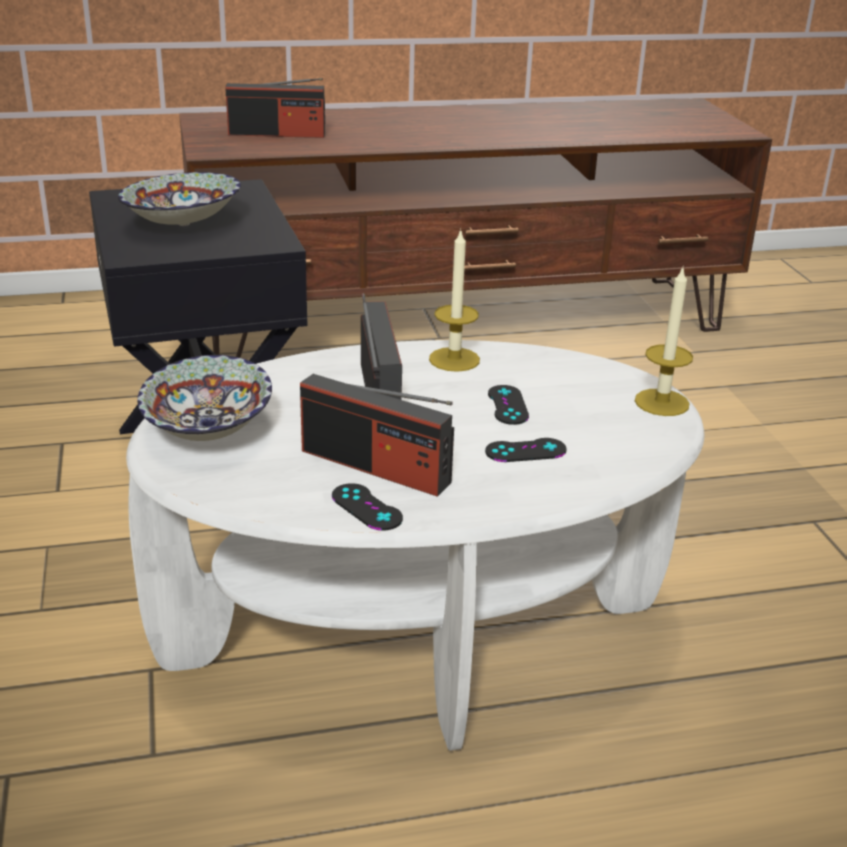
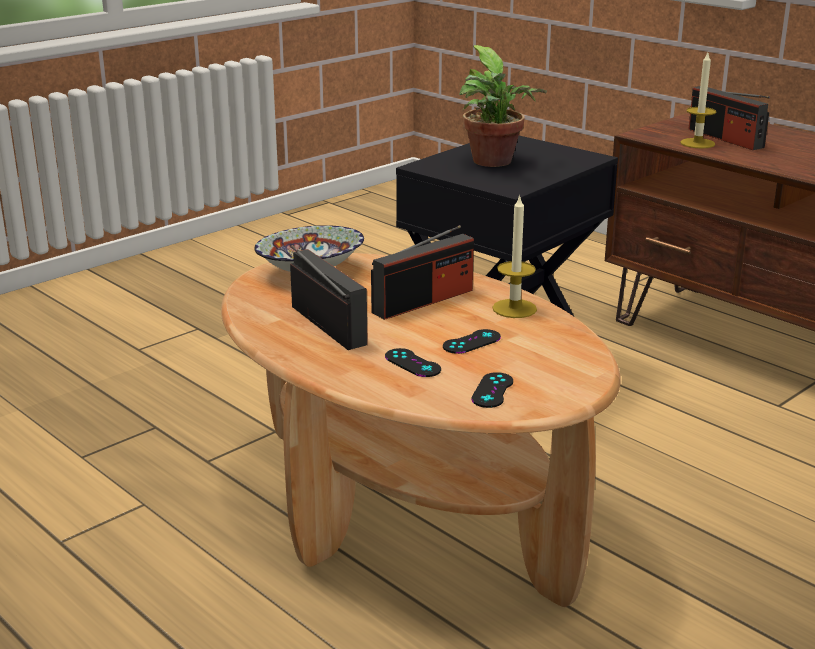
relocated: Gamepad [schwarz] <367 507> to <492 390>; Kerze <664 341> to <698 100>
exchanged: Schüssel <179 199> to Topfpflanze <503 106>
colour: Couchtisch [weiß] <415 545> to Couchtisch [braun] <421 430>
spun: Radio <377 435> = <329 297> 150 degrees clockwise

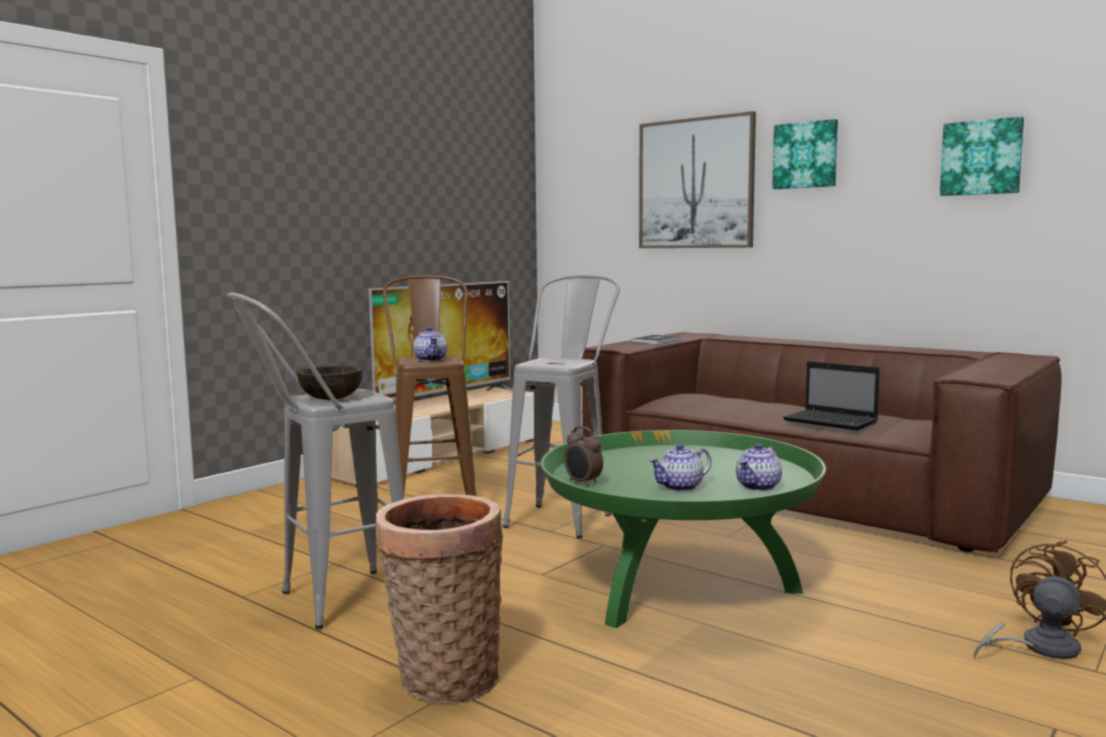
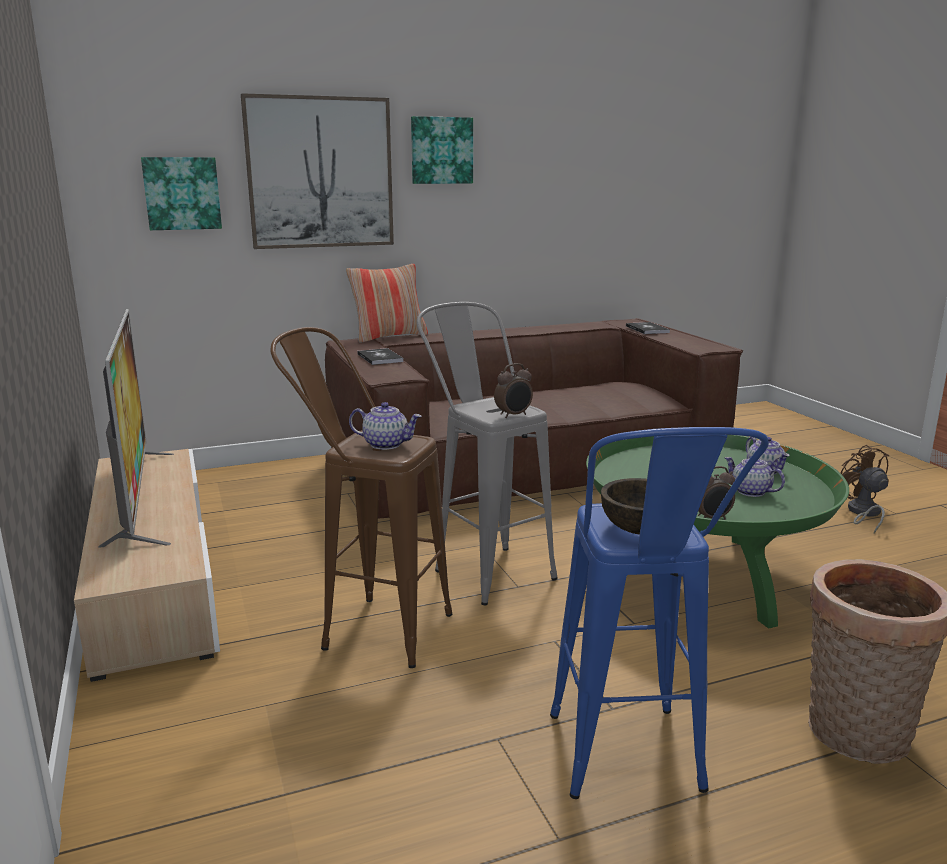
missing: Laptop <831 395>
appeared: Kissen <387 303>; Wecker <513 390>; Buch <648 328>
relocated: Bild <982 156> to <181 193>
colour: Hocker [grau] <315 460> to Hocker [blau] <659 613>
spun: Teekanne <680 467> = <755 477> 135 degrees clockwise

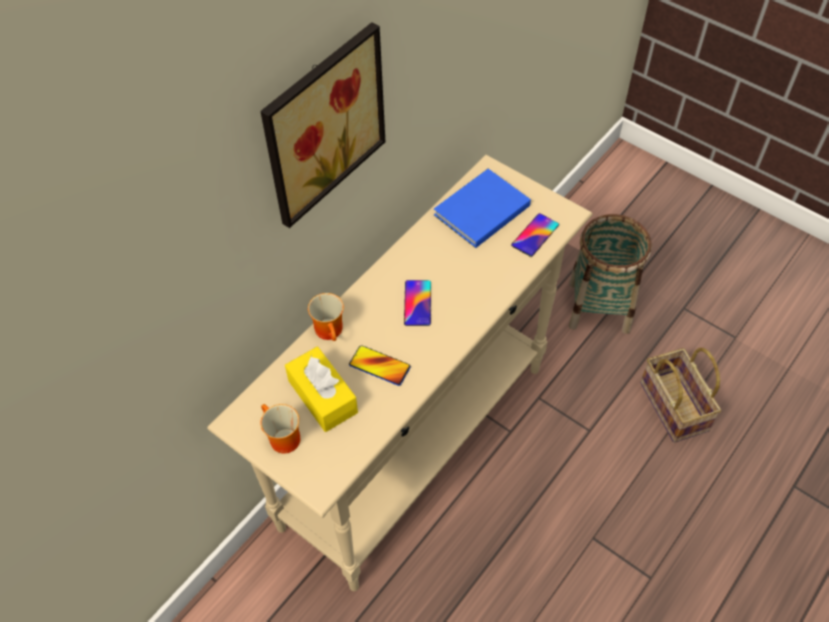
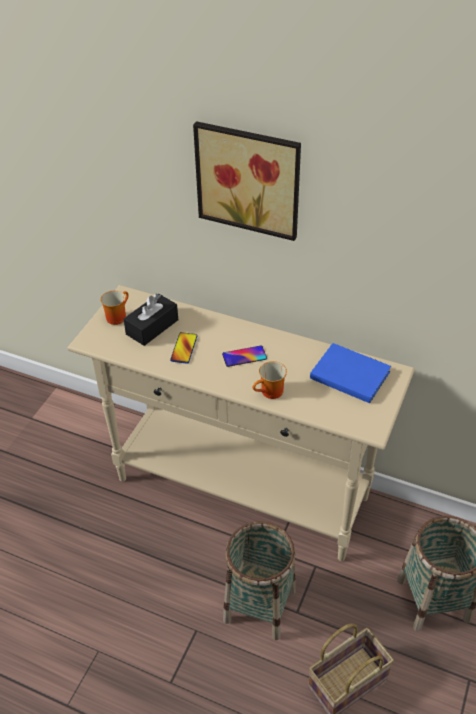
missing: Handy <535 235>
appeared: Korb <259 580>
relocated: Henkelbecher <326 317> to <270 380>
colour: Taschentuchbox [gelb] <321 389> to Taschentuchbox [schwarz] <150 319>

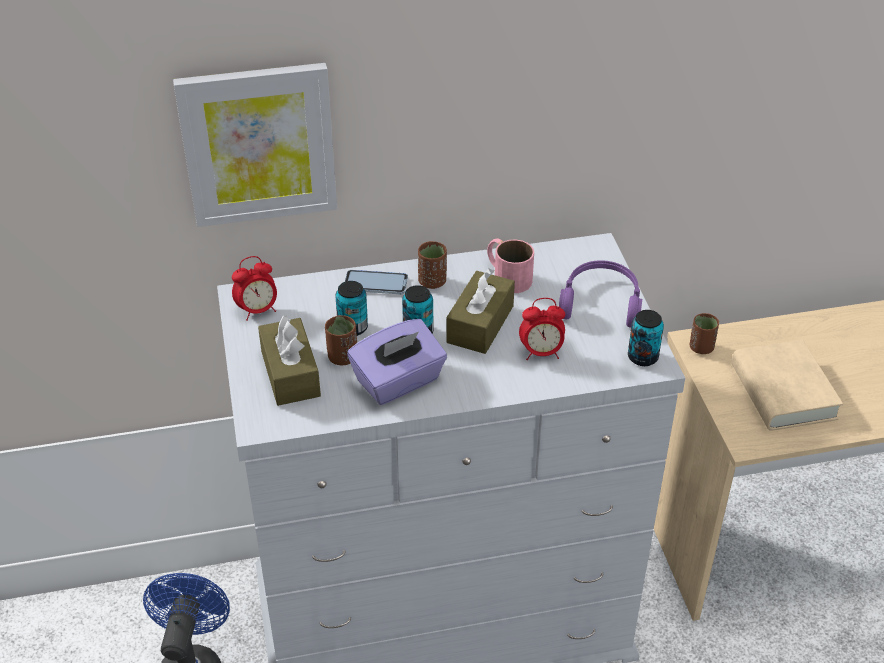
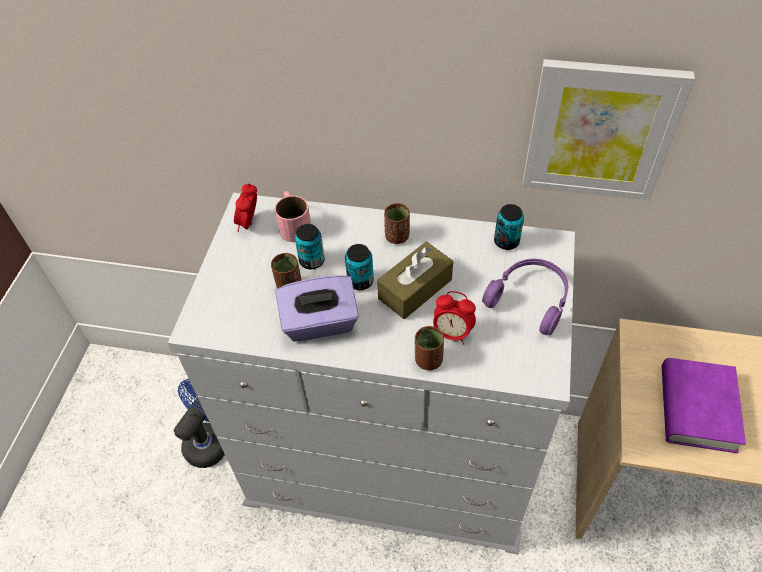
missing: Taschentuchbox [braun] <289 361>; Handy <376 282>
relocated: Bild <255 145> to <608 129>; Henkelbecher [rosa] <510 265> to <292 216>; Dose <646 338> to <509 227>; Tasse [braun] <704 333> to <429 348>
colour: Buch [beige] <787 385> to Buch [lila] <704 405>
spun: Wecker <254 288> = <245 207> 105 degrees clockwise

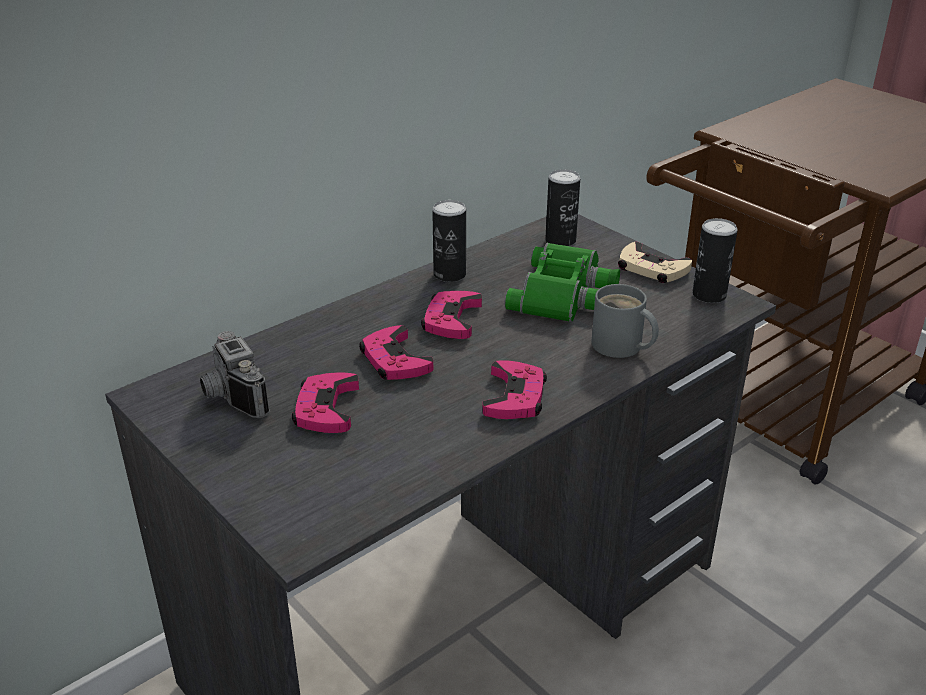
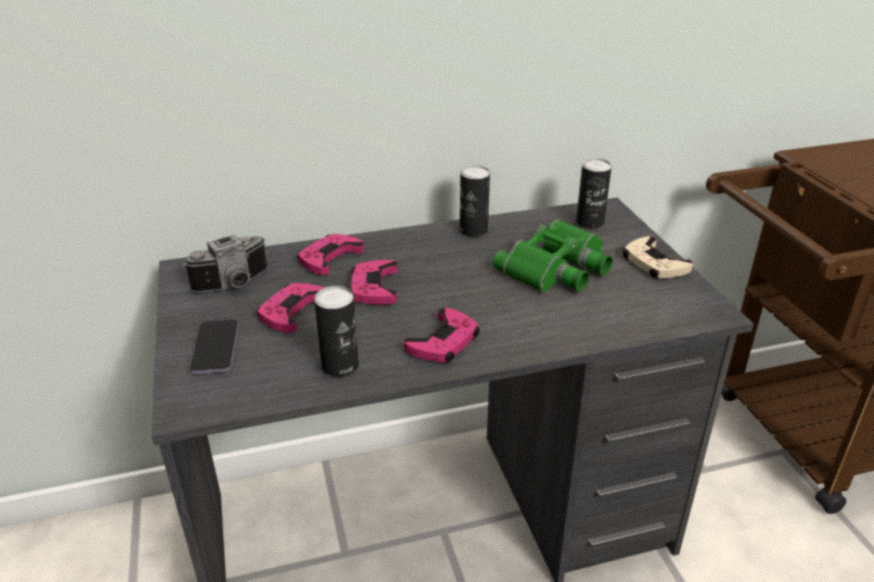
missing: Henkelbecher [grau] <625 321>
appeared: Handy <214 346>
relocated: Gamepad [rosa] <451 315> to <330 254>; Dose <715 260> to <336 331>
spun: Kamera <235 374> = <226 263> 120 degrees counterclockwise

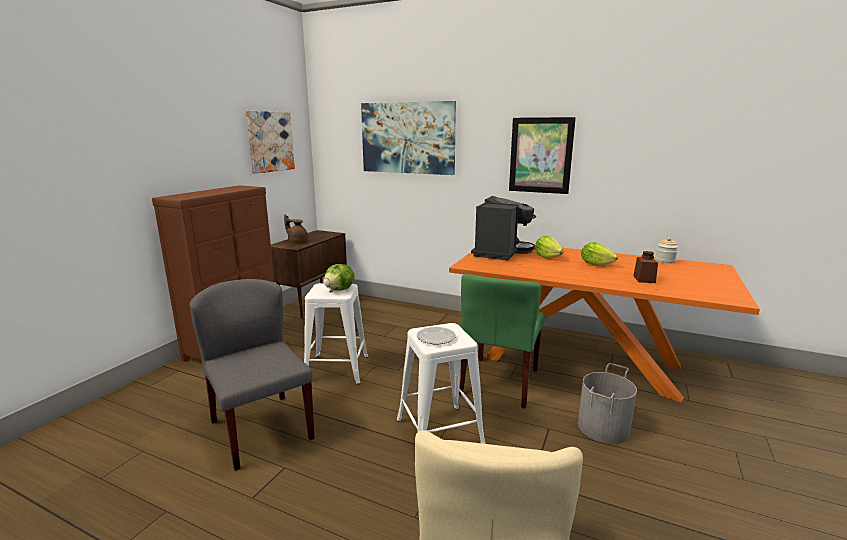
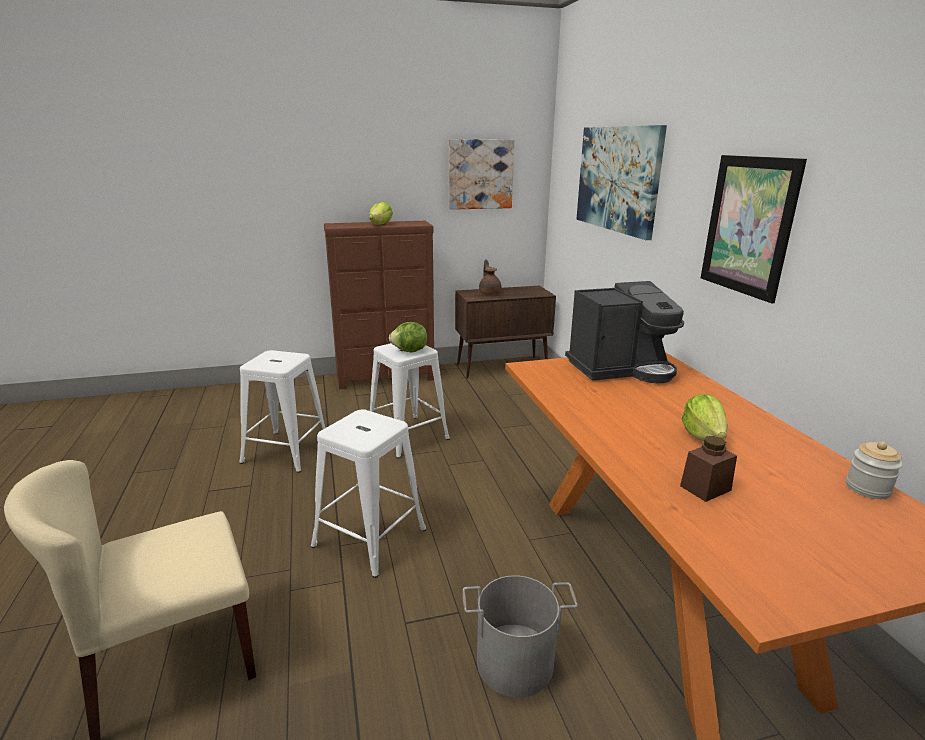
missing: Teller <436 335>; Stuhl [grün] <502 341>
relocated: Salatkopf <549 247> to <381 213>
exchanged: Stuhl [grau] <252 375> to Hocker [weiß] <282 411>

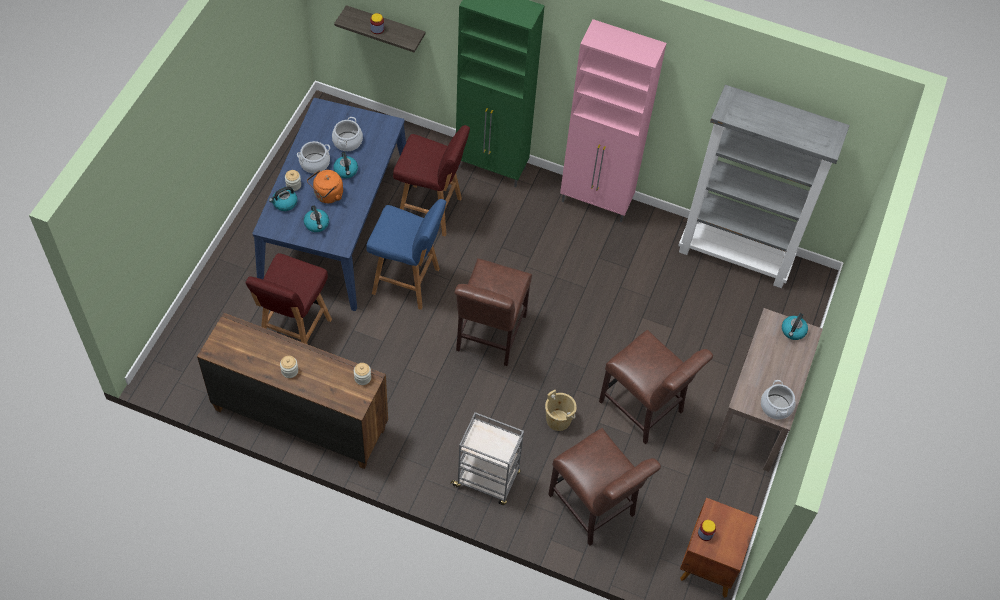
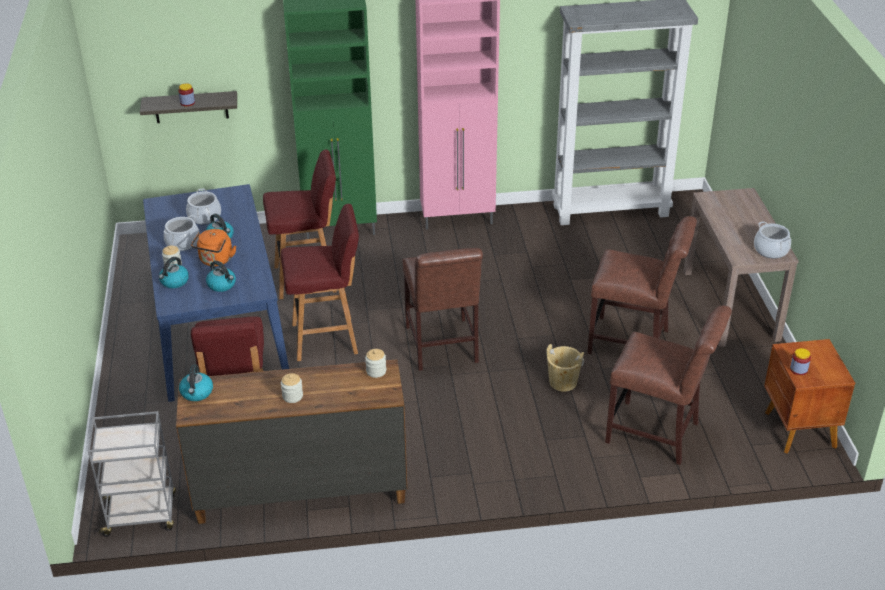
relocated: Rollwagen [grau] <487 458> to <132 474>; Wasserkessel <795 326> to <196 383>
colour: Hocker [blau] <406 254> to Hocker [rot] <320 282>

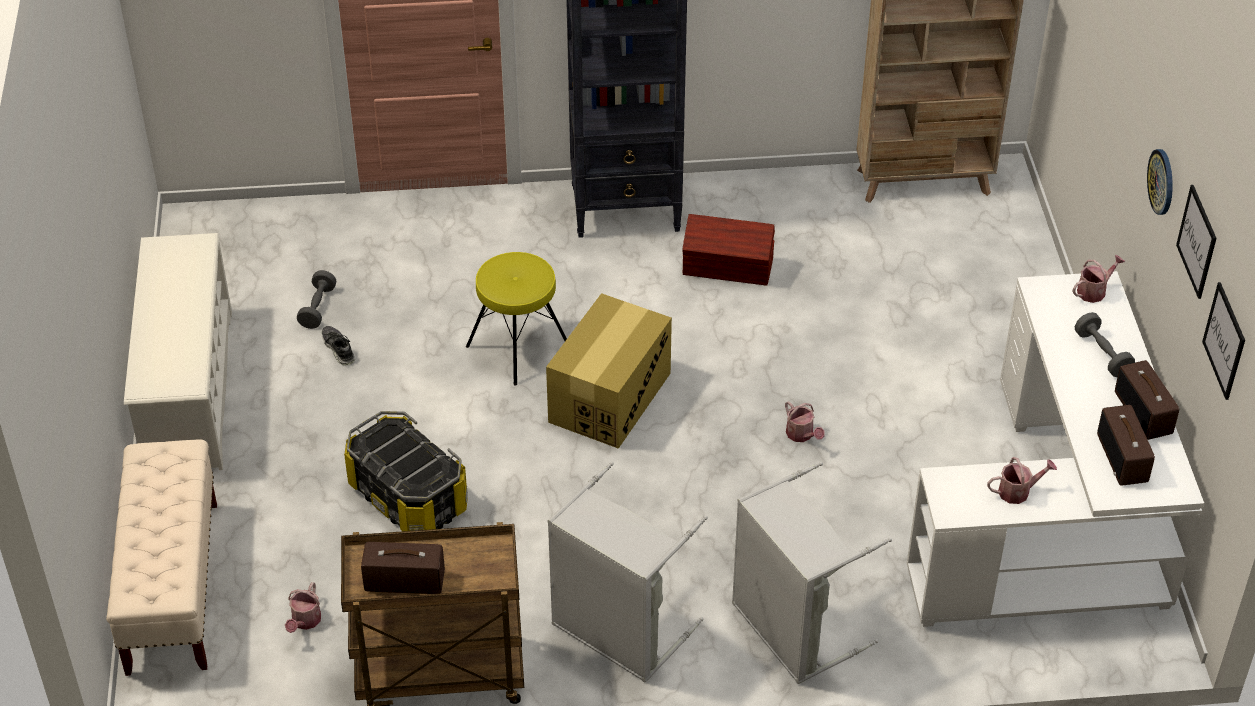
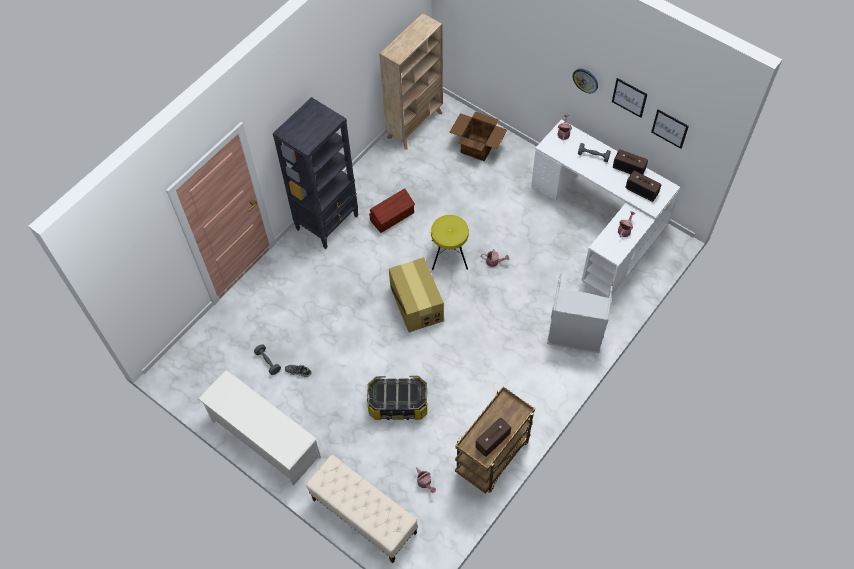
missing: Wäschekorb [grau] <628 572>
appeared: Karton <478 136>
relocated: Hocker [gelb] <516 319> to <450 242>

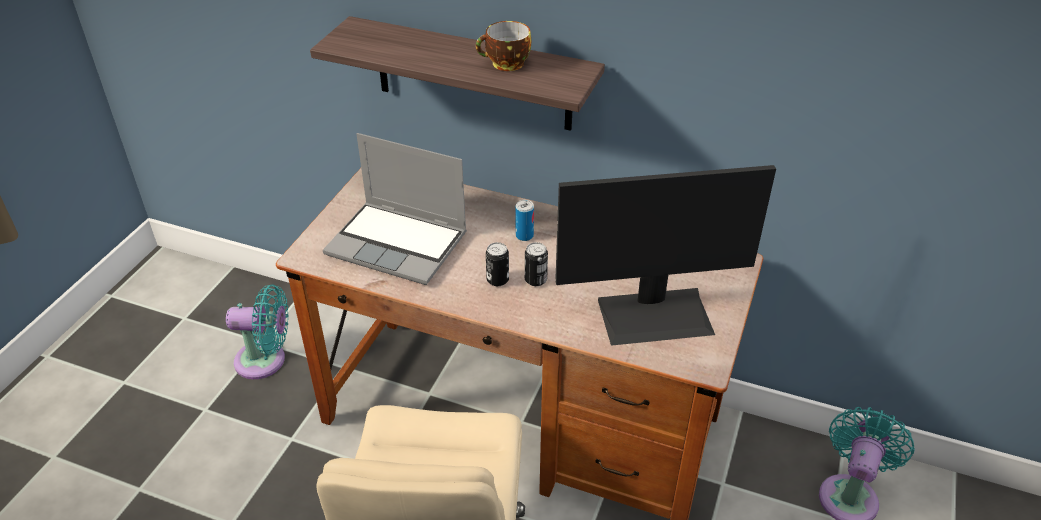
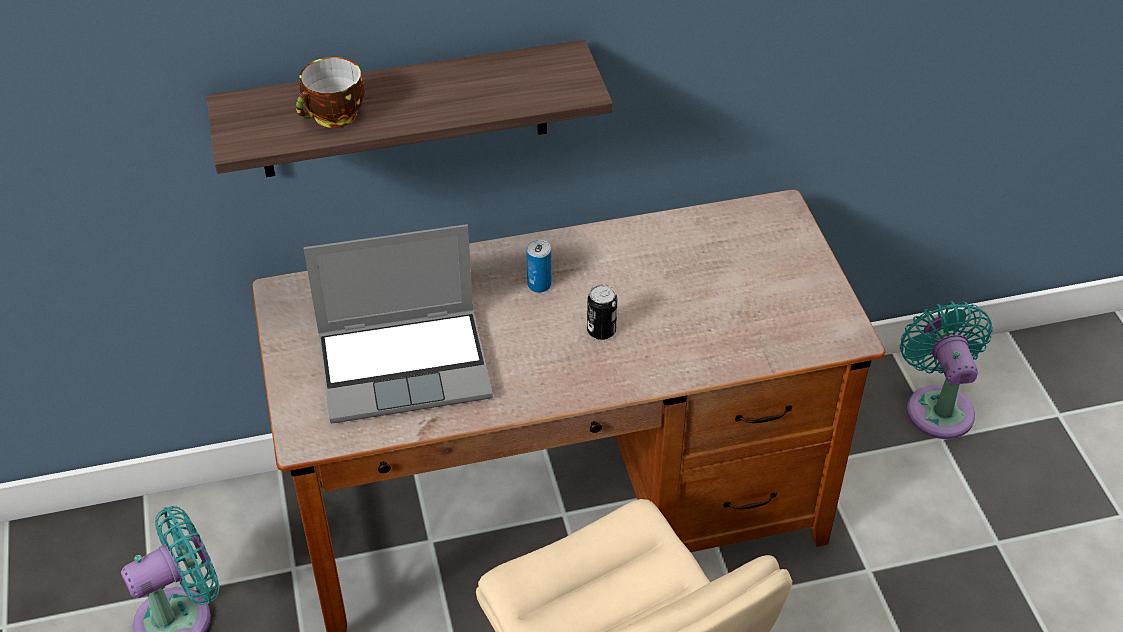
missing: Dose <497 264>; Monitor <665 255>
relocated: Tasse <503 46> to <330 92>

